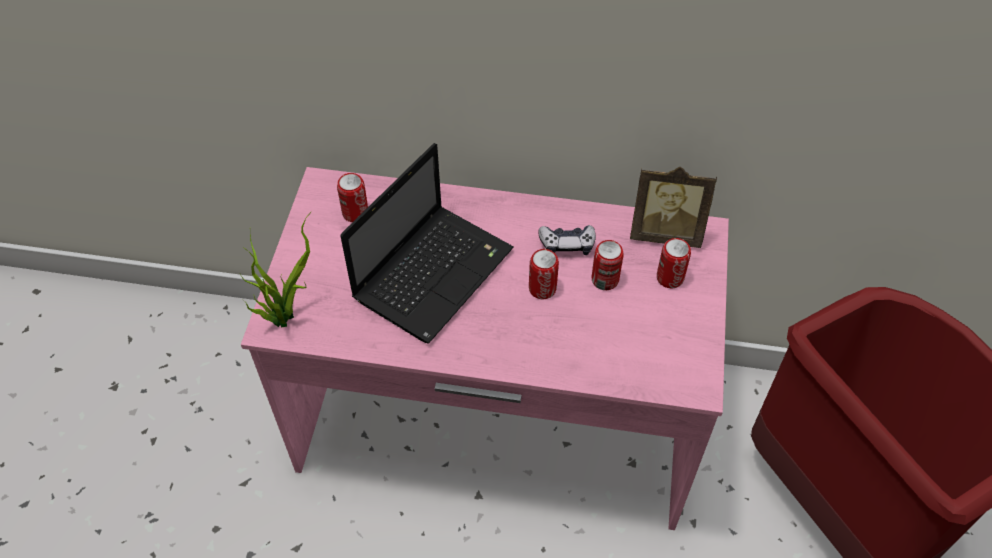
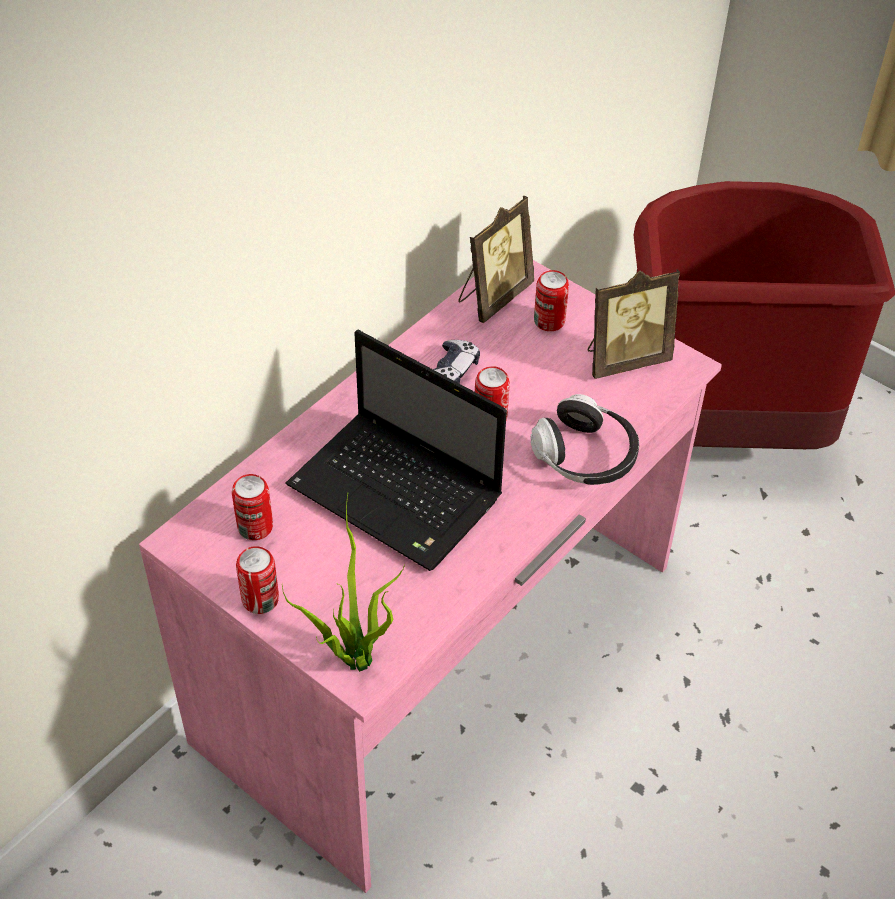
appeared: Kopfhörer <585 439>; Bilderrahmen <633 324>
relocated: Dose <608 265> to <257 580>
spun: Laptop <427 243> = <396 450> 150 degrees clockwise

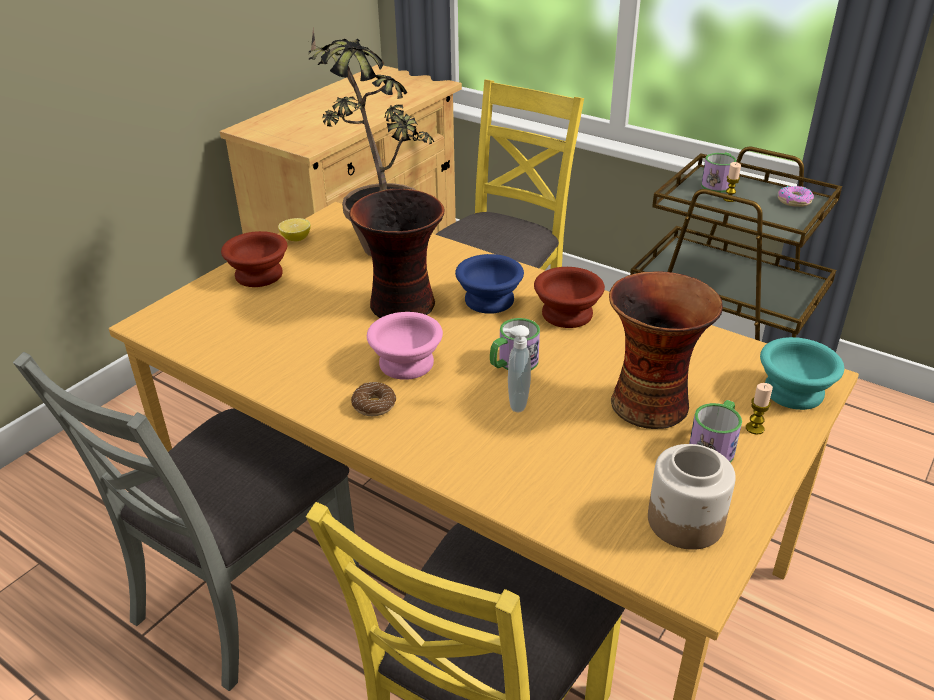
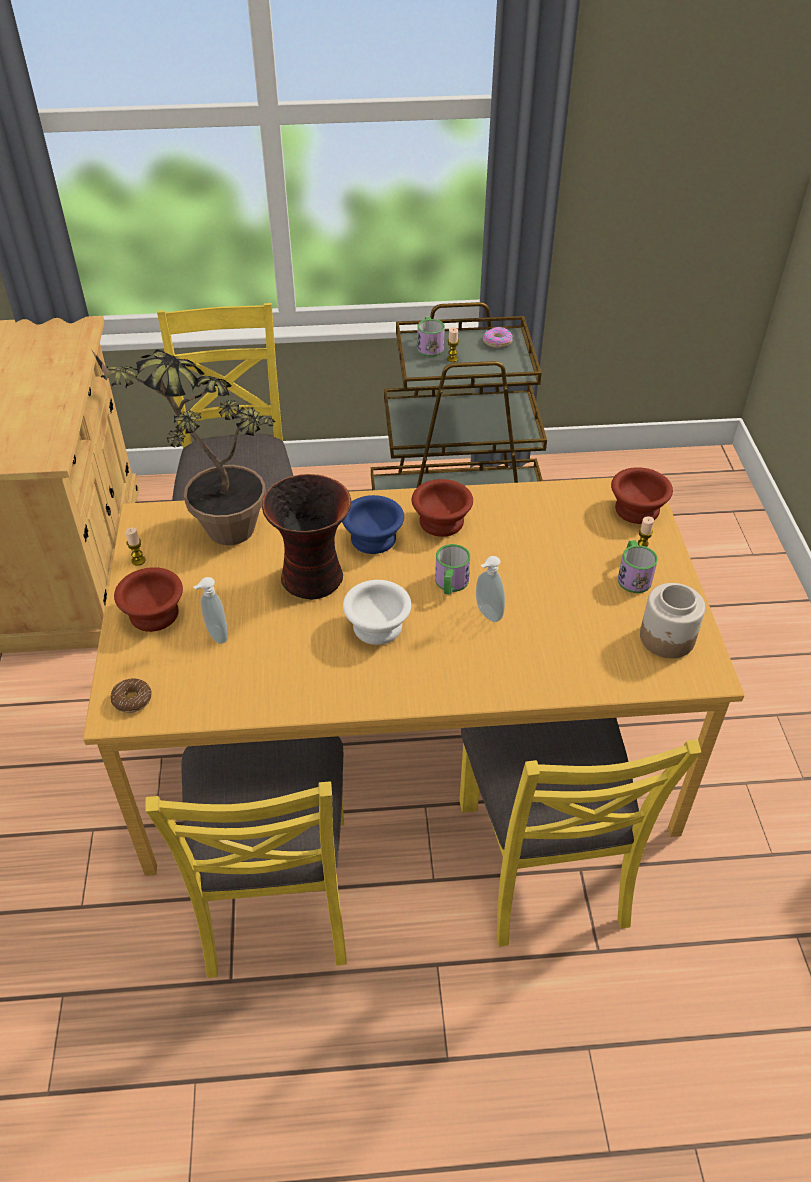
missing: Vase <666 350>
appeared: Seifenspender <210 610>
relocated: Donut <373 399> to <131 695>
exchanged: Zitrone <294 229> to Kerze <135 546>
colour: Stuhl [grau] <186 521> to Stuhl [gelb] <246 857>; Schüssel [rosa] <405 346> to Schüssel [weiß] <377 612>; Schüssel [türkis] <802 373> to Schüssel [braun] <642 495>

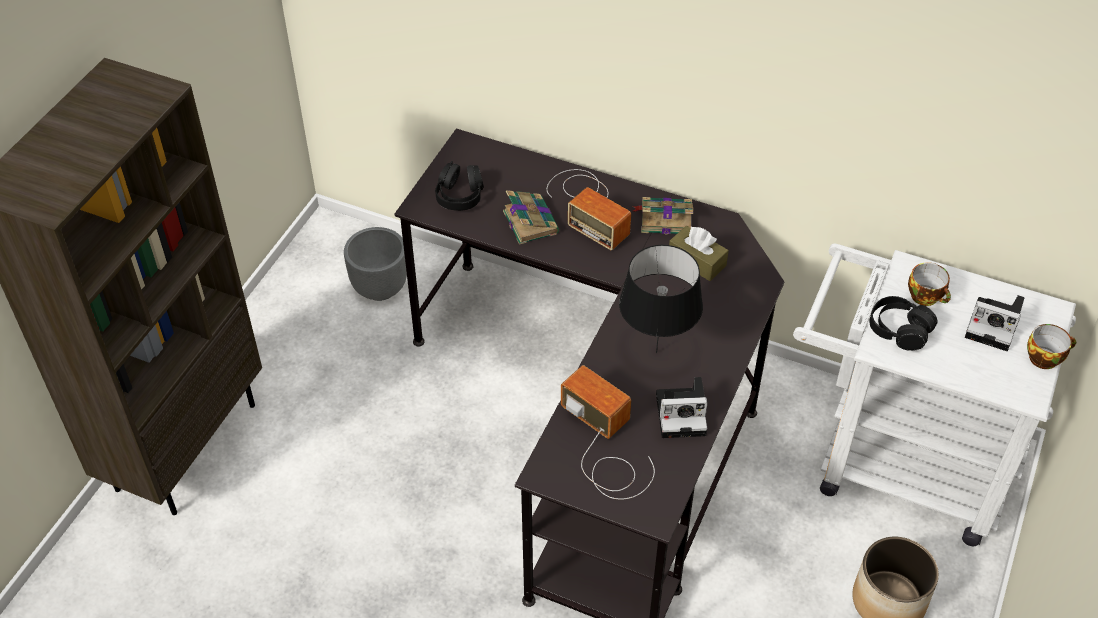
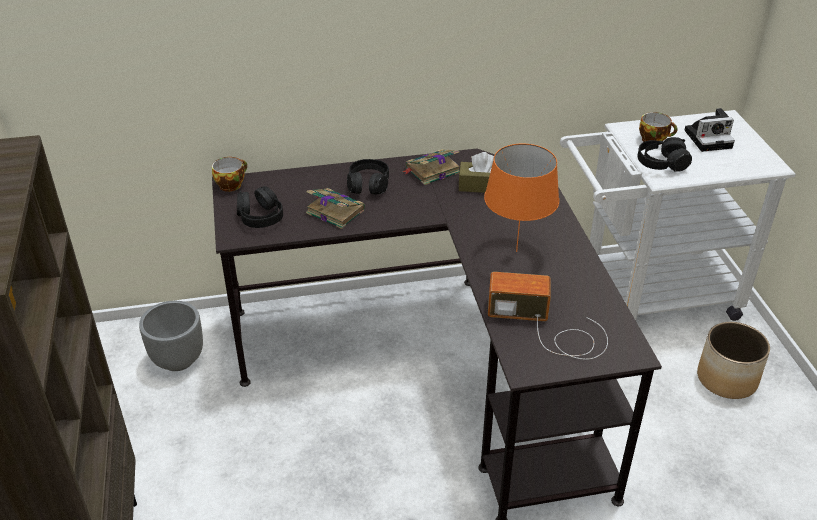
missing: Kamera <682 407>
relocated: Tasse <1051 346> to <229 174>
exchanged: Radio <589 209> to Kopfhörer [schwarz] <368 177>
colour: Tischlampe [schwarz] <661 299> to Tischlampe [orange] <521 197>

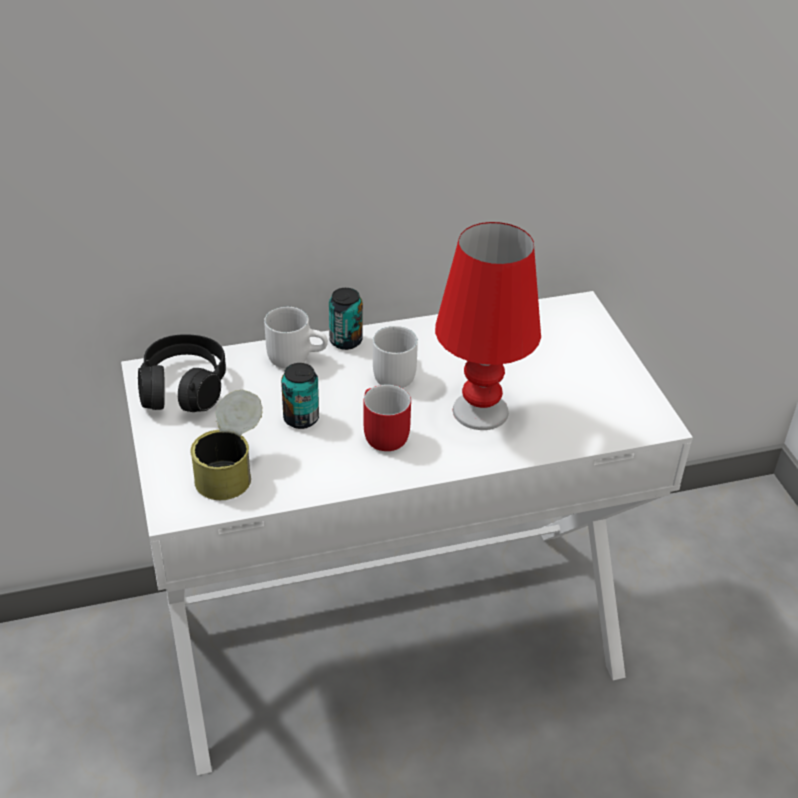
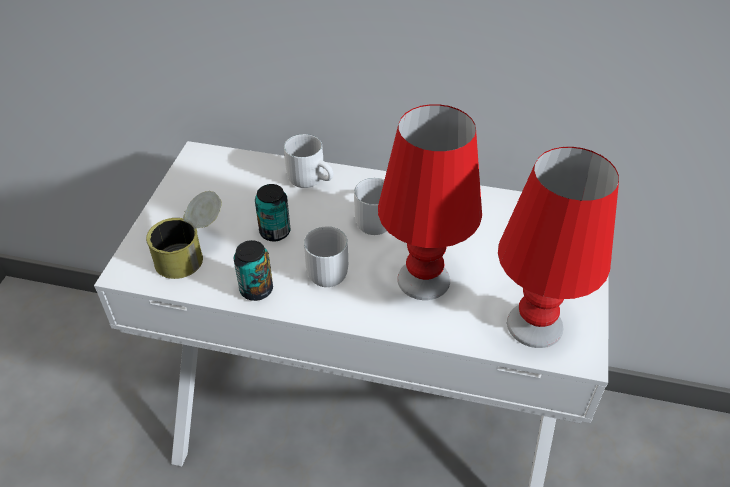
missing: Kopfhörer [schwarz] <182 373>
appeared: Tischlampe [rot] <558 247>
relocated: Dose <346 319> to <253 270>
colour: Henkelbecher [rot] <387 417> to Henkelbecher [weiß] <326 256>

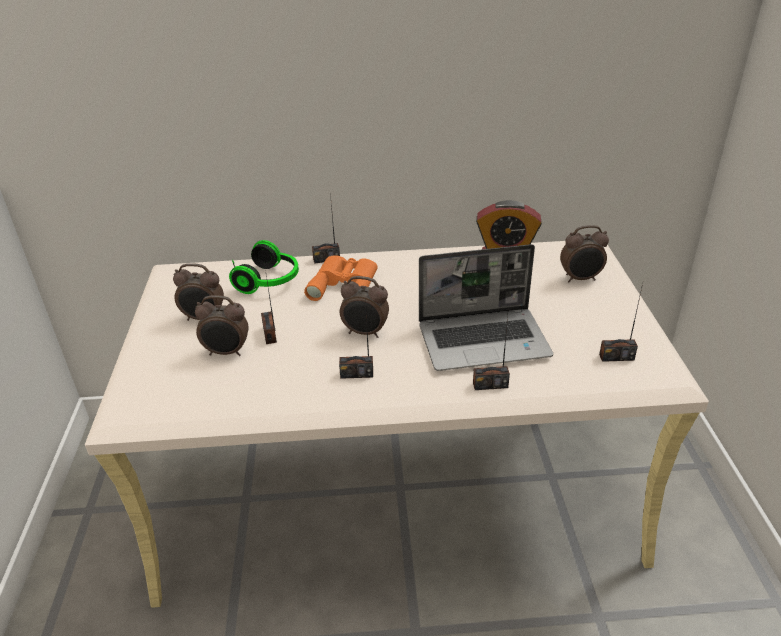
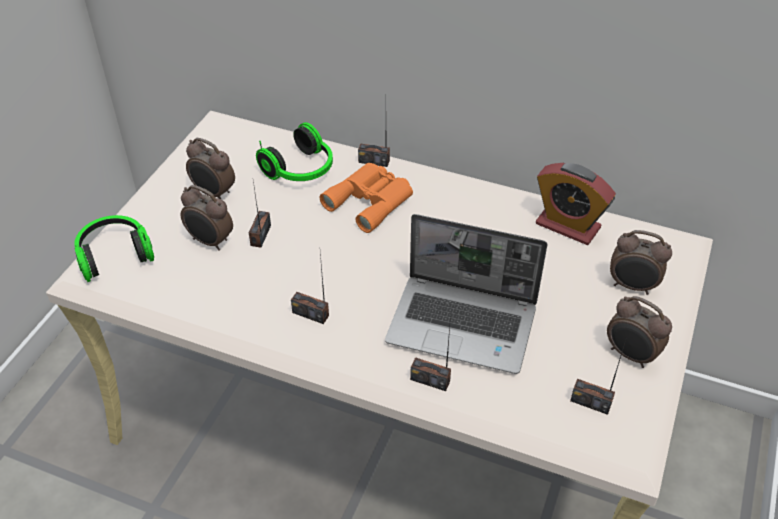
appeared: Kopfhörer <114 248>
relocated: Wecker <364 307> to <639 332>

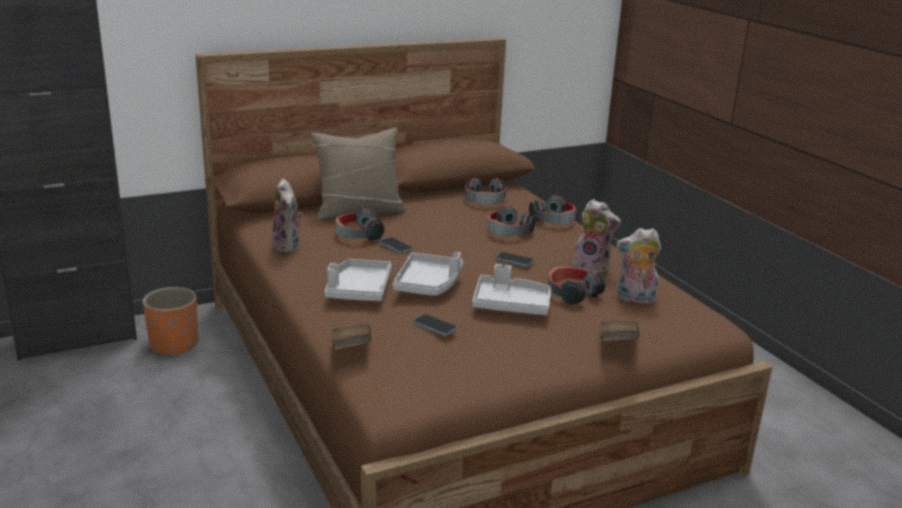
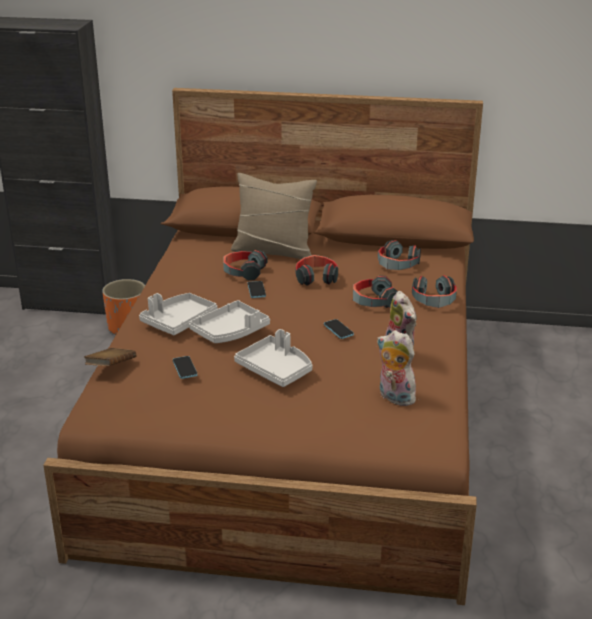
missing: Plüschtier <287 216>; Buch [braun] <619 331>
relocated: Kopfhörer <576 286> to <317 270>

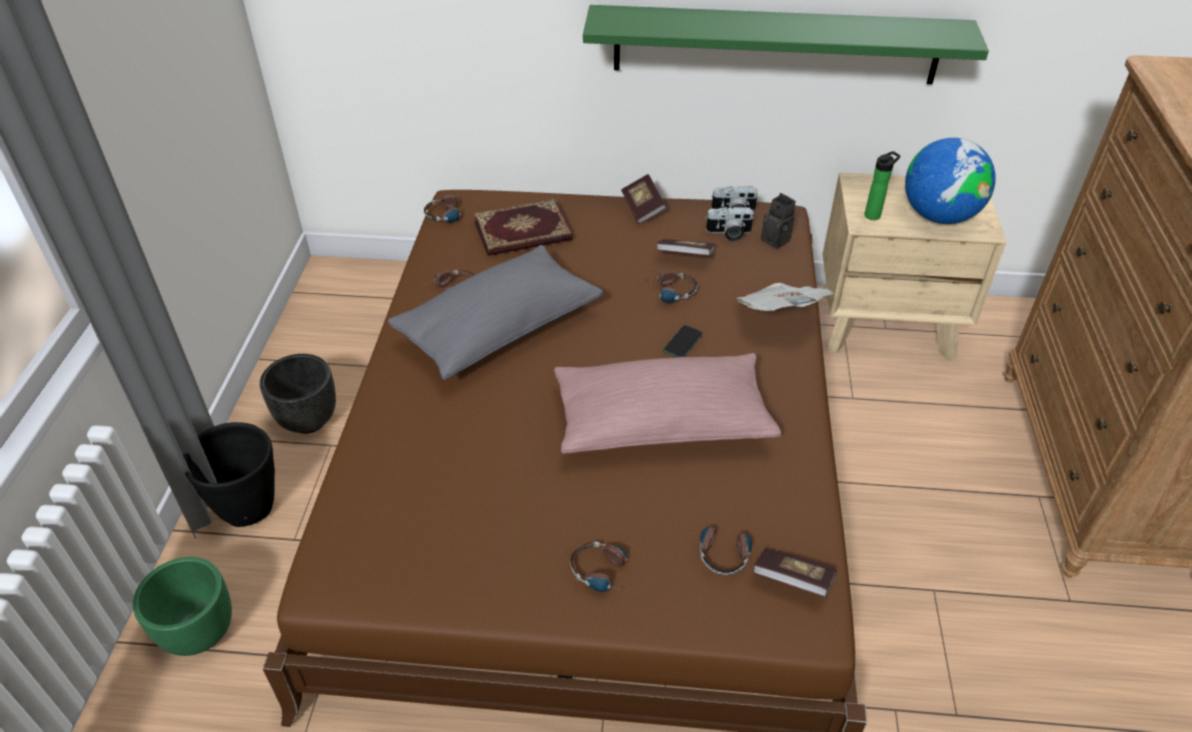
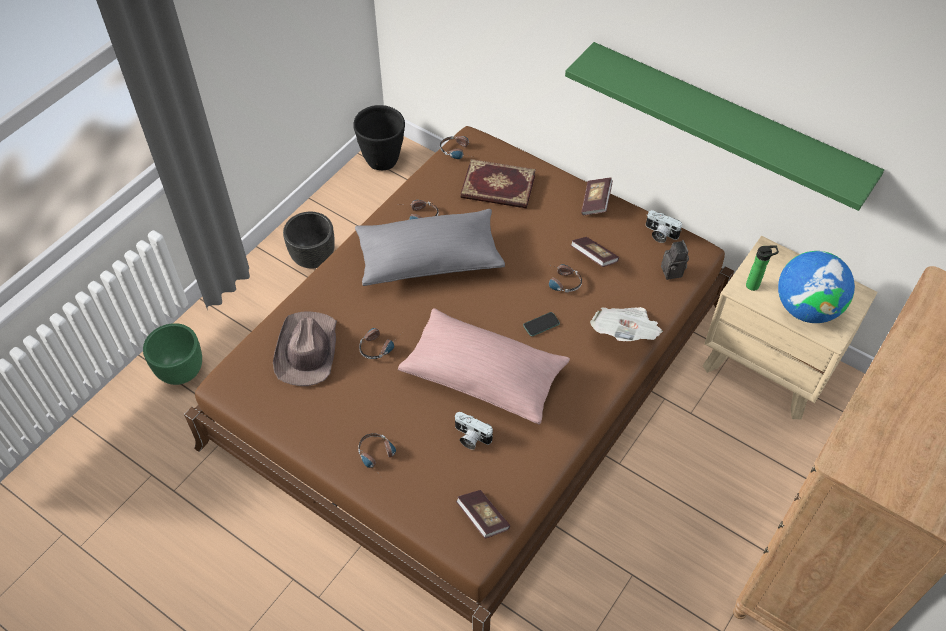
appeared: Hut [braun] <305 348>
relocated: Pflanzkübel [schwarz] <229 474> to <379 137>; Kopfhörer <726 545> to <378 343>; Kamera <730 224> to <473 431>

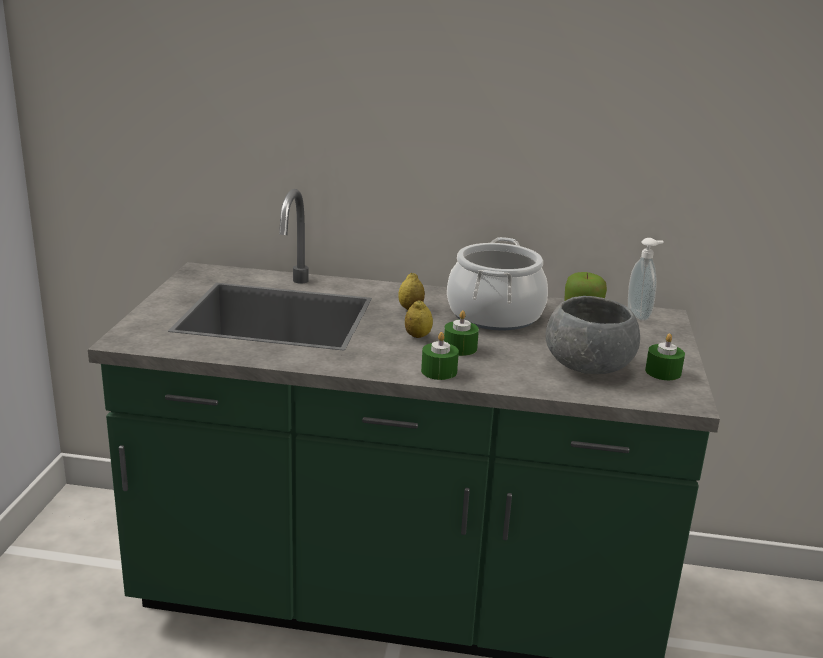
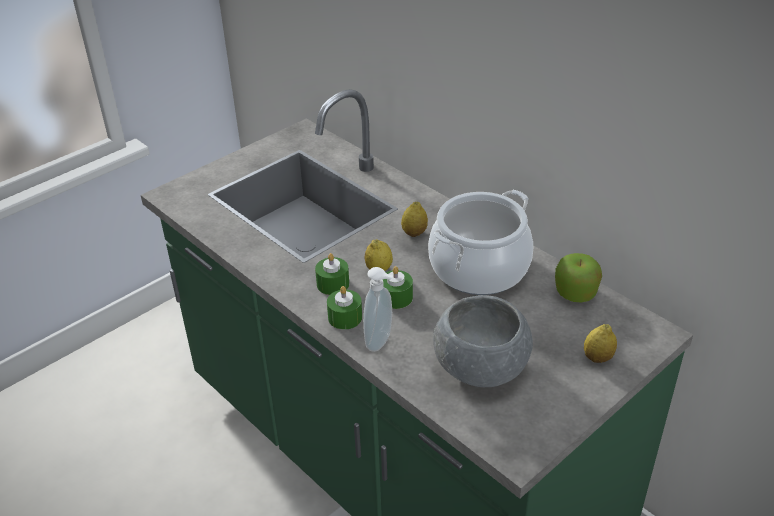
appeared: Zitrone <600 343>
relocated: Seifenspender <646 279> to <378 309>; Kerze [grün] <665 357> to <332 274>

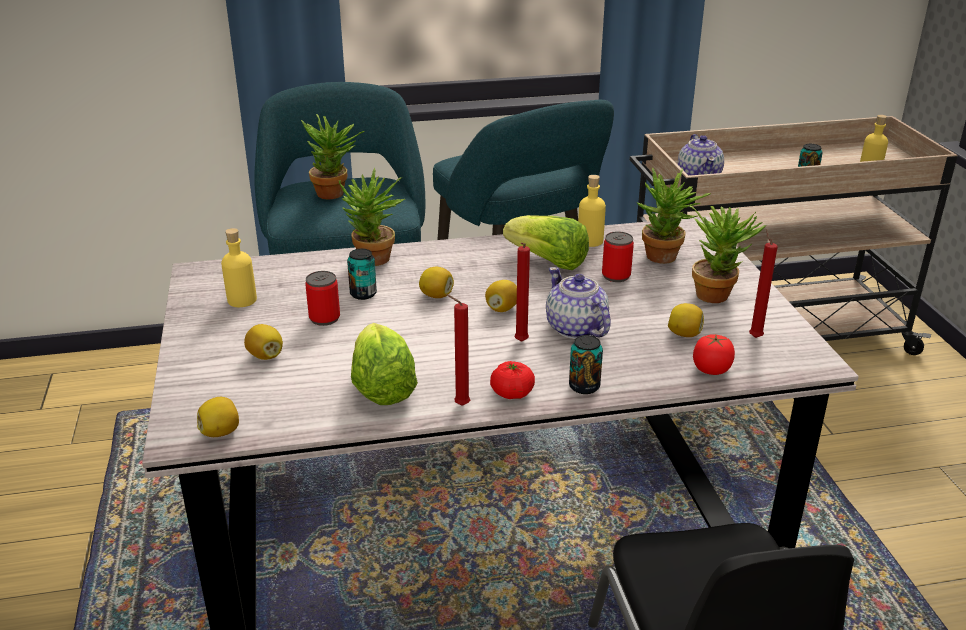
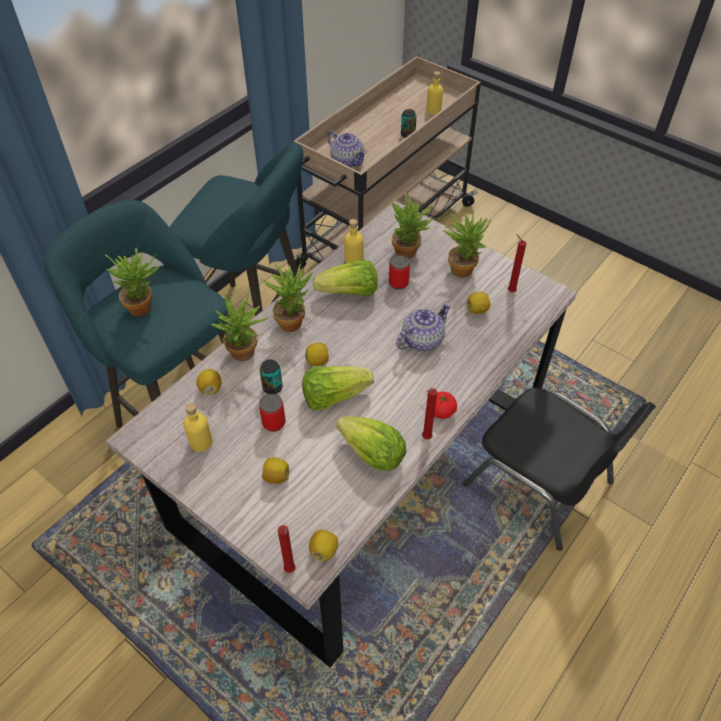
missing: Dose <586 364>; Tomate <714 354>
appeared: Topfpflanze <286 297>; Salatkopf <338 388>
relocated: Zitrone <501 296> to <208 382>; Kerze [rot] <522 292> to <286 549>
spun: Teekanne <578 303> = <423 327> 120 degrees clockwise

